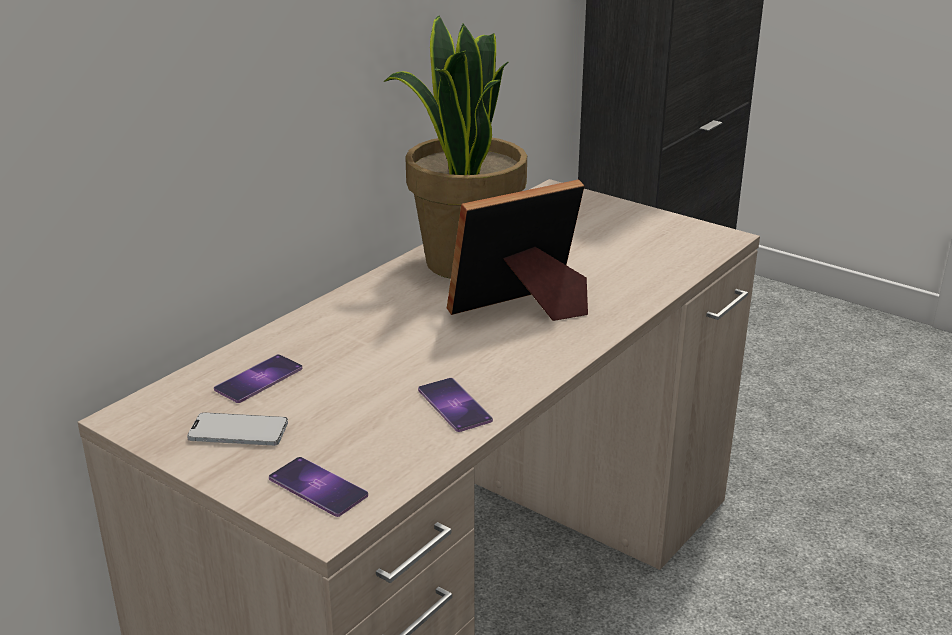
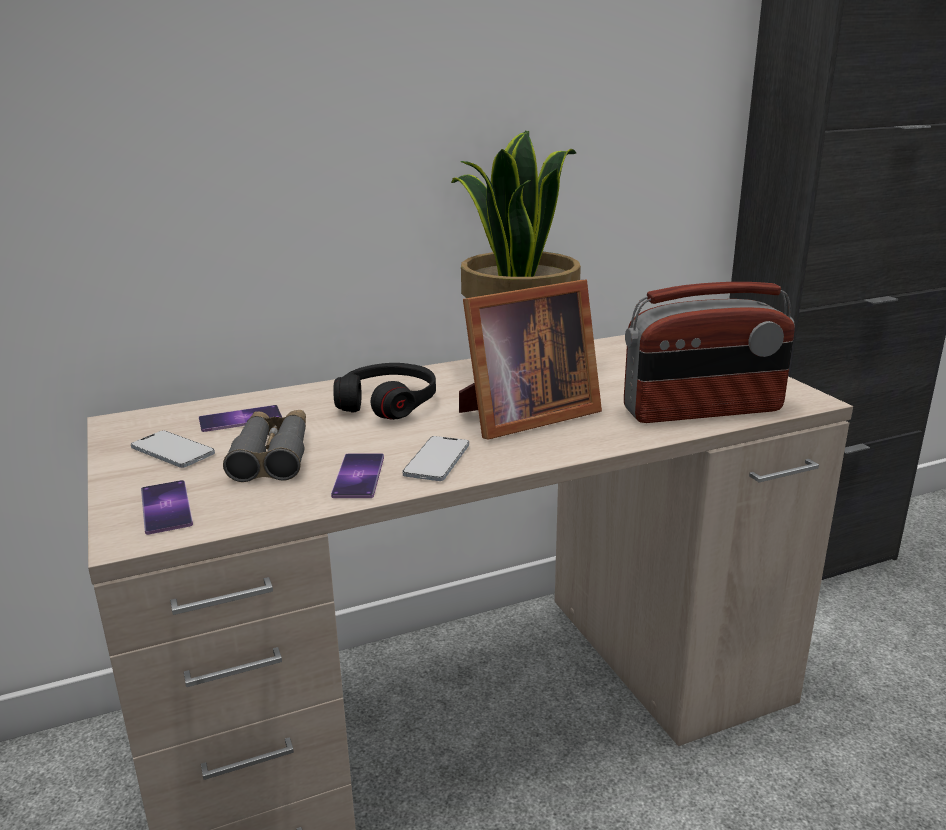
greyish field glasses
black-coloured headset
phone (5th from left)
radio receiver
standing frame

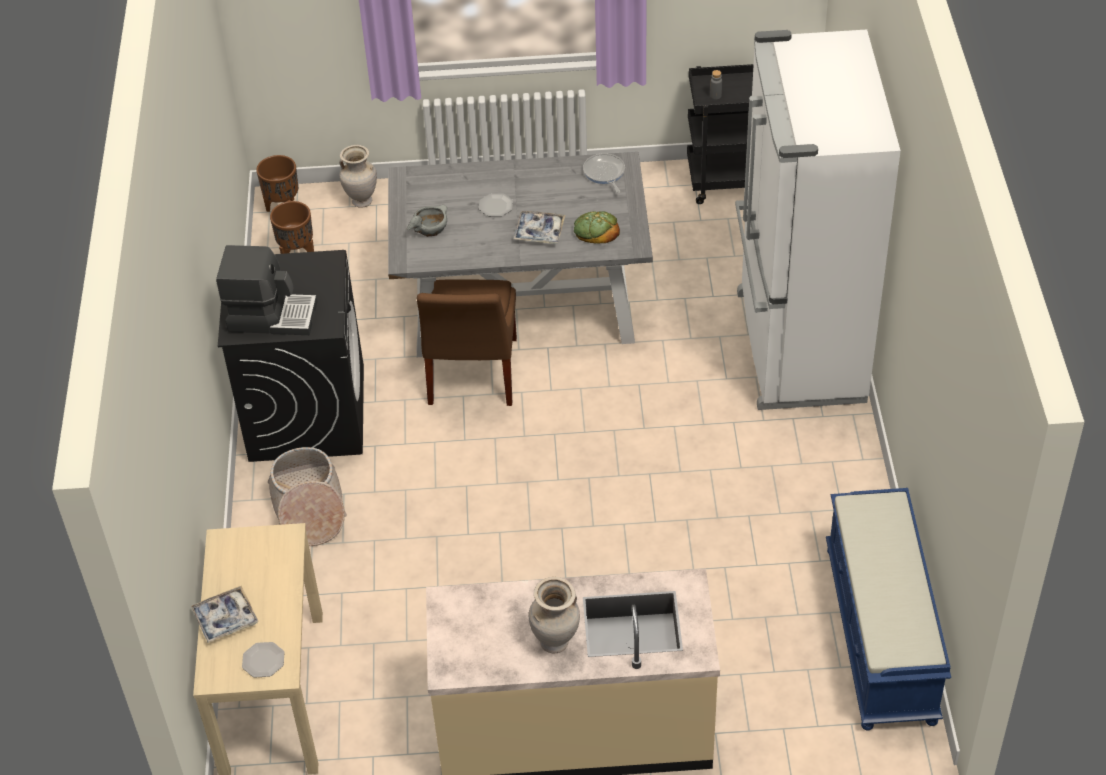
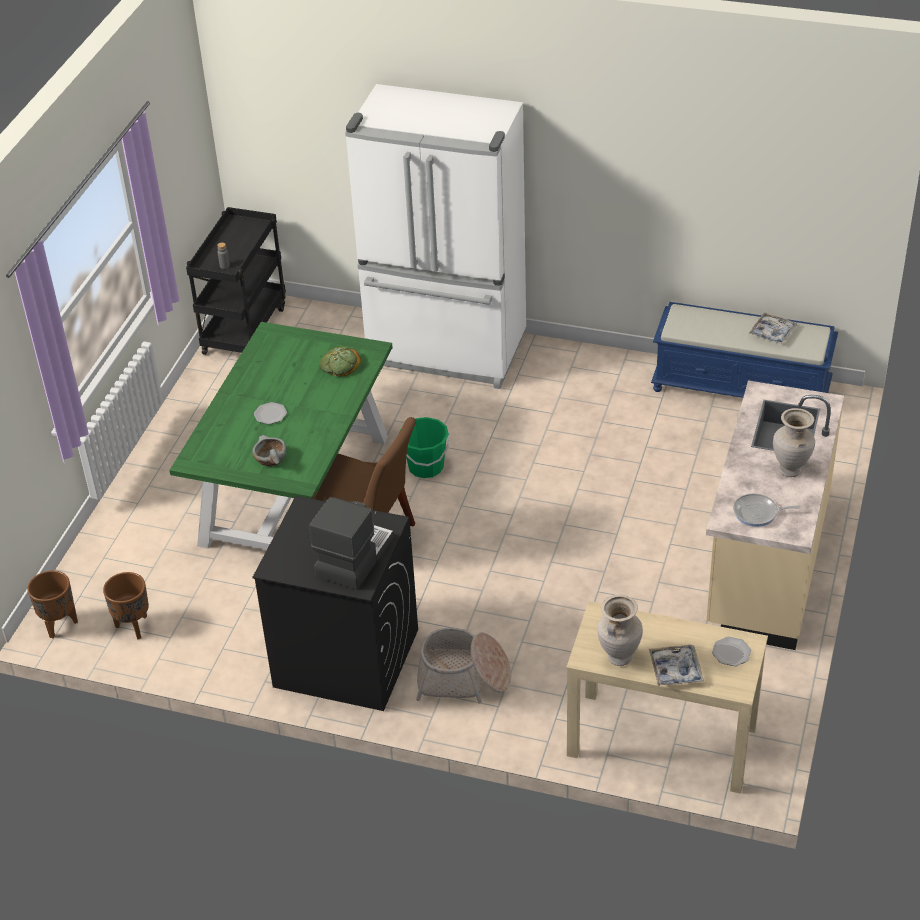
green-coloured pail
sand-coloured flower vase (1st from left)
tray (2nd from left)
frying pan
green-coloured dining table

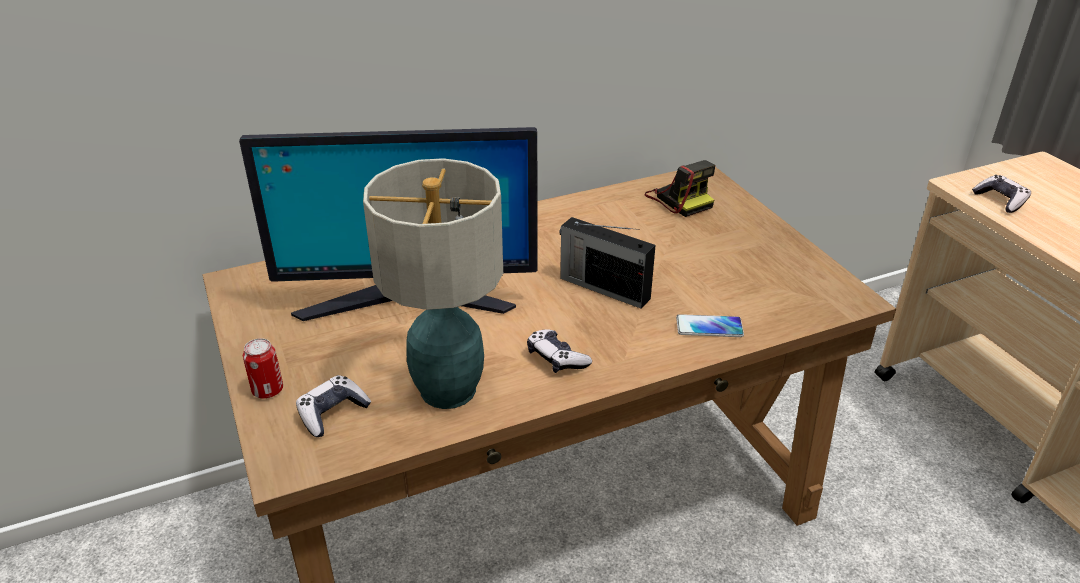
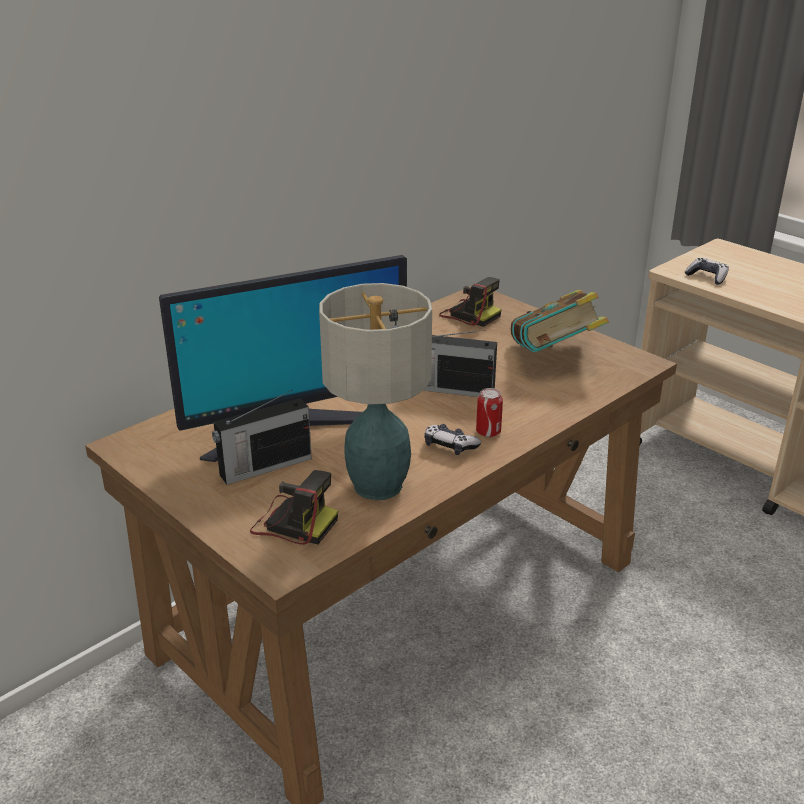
phone
radio receiver (1st from left)
bound book
can
photo camera (1st from left)

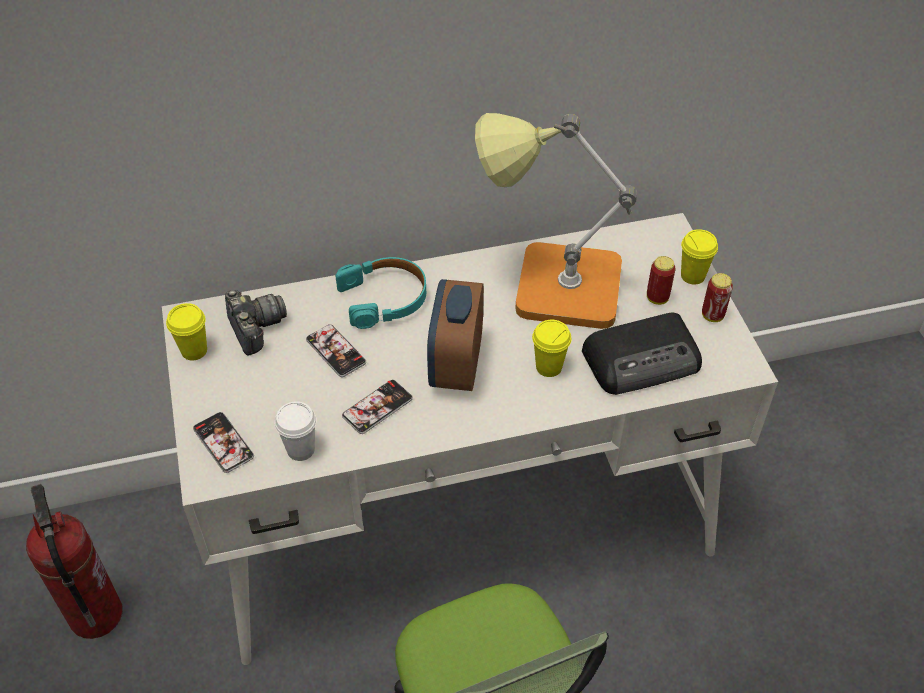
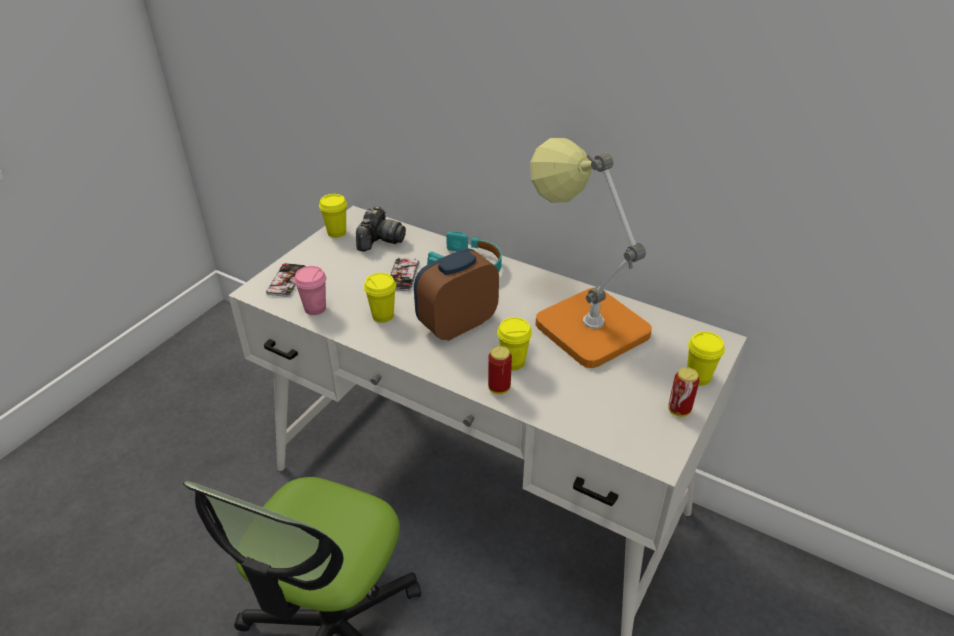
fire extinguisher
radio receiver
can (1st from left)
yellow-coloured drinking cup (2nd from left)
pink drinking cup

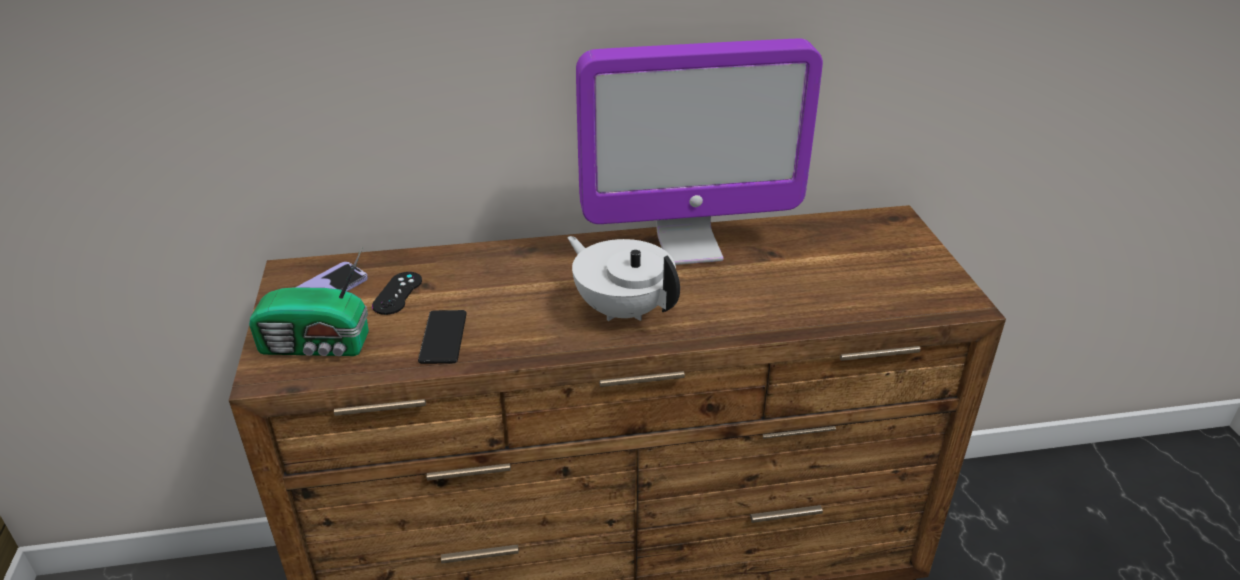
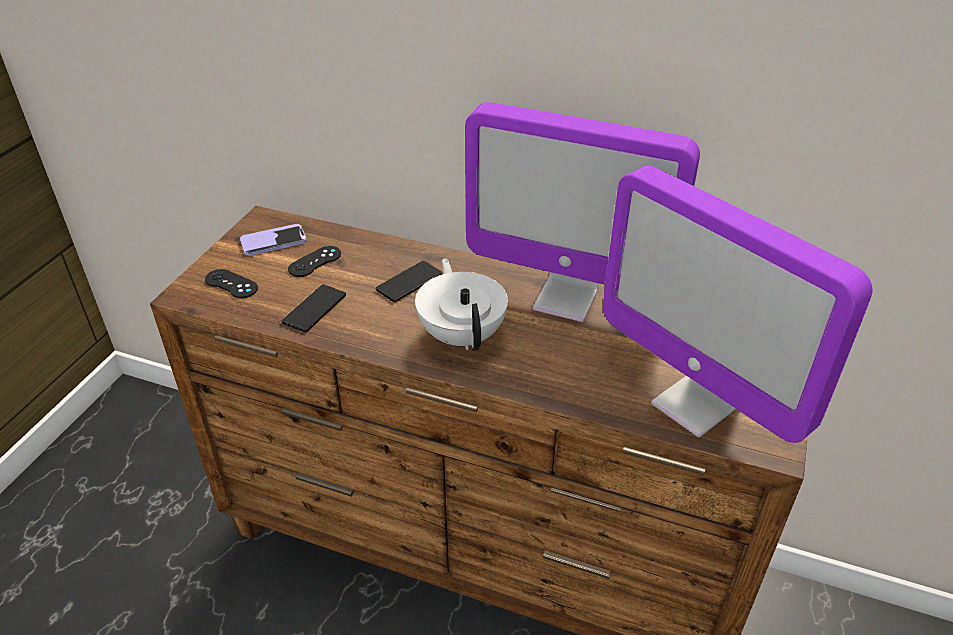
phone (3rd from left)
monitor (2nd from left)
black-coloured joypad (1st from left)

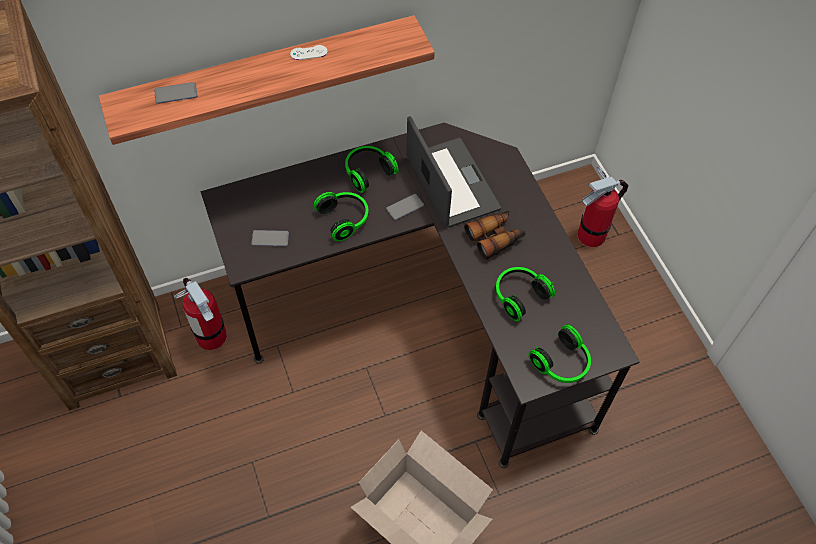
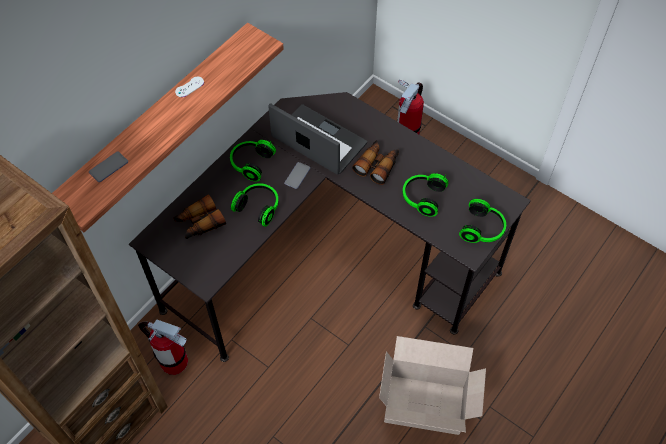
phone (2nd from left in the first image)
field glasses (1st from left)

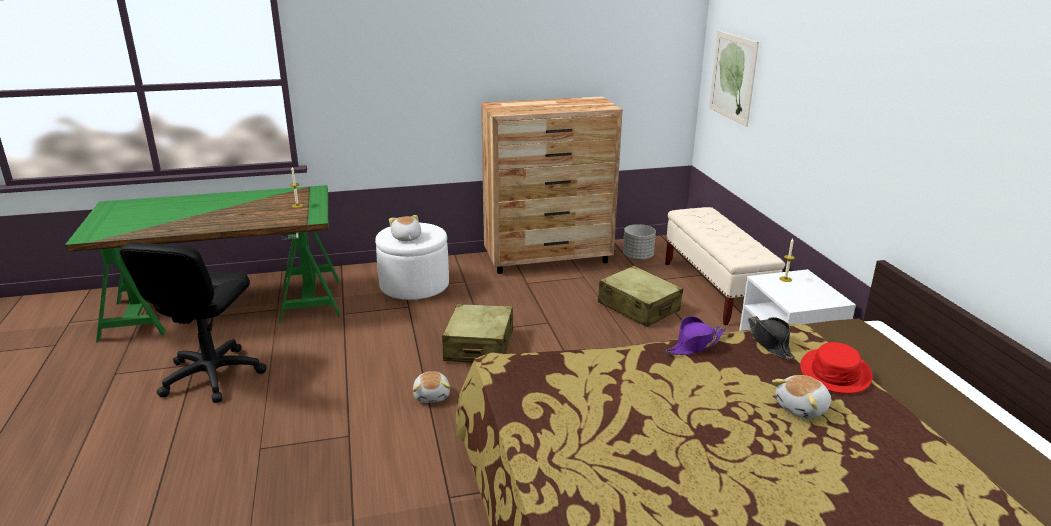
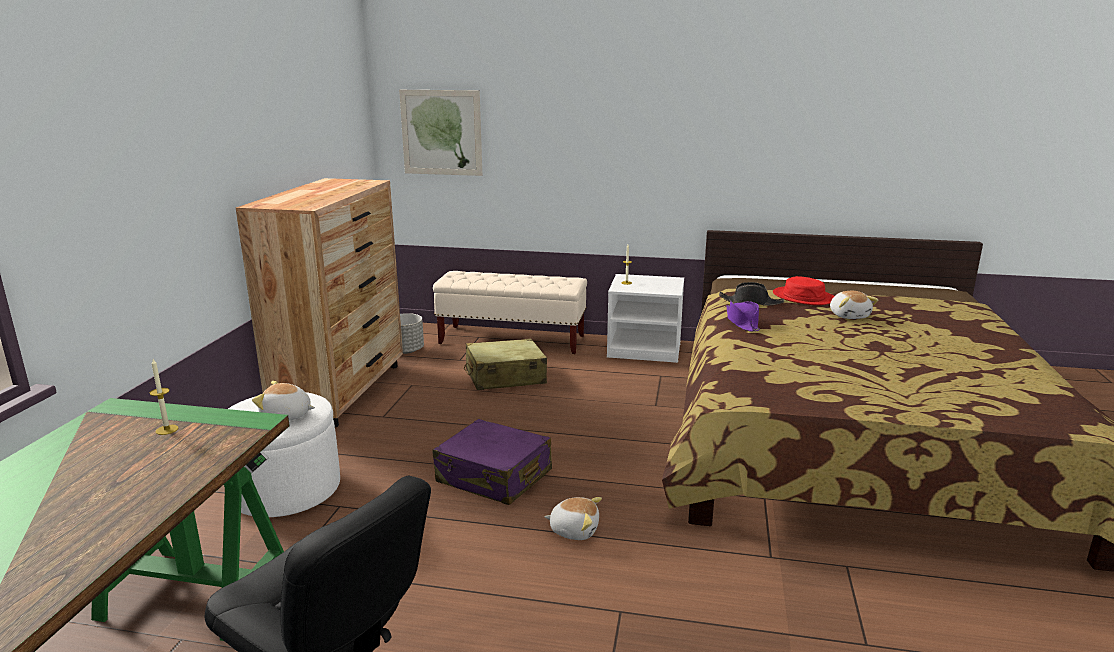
purple-coloured suitcase

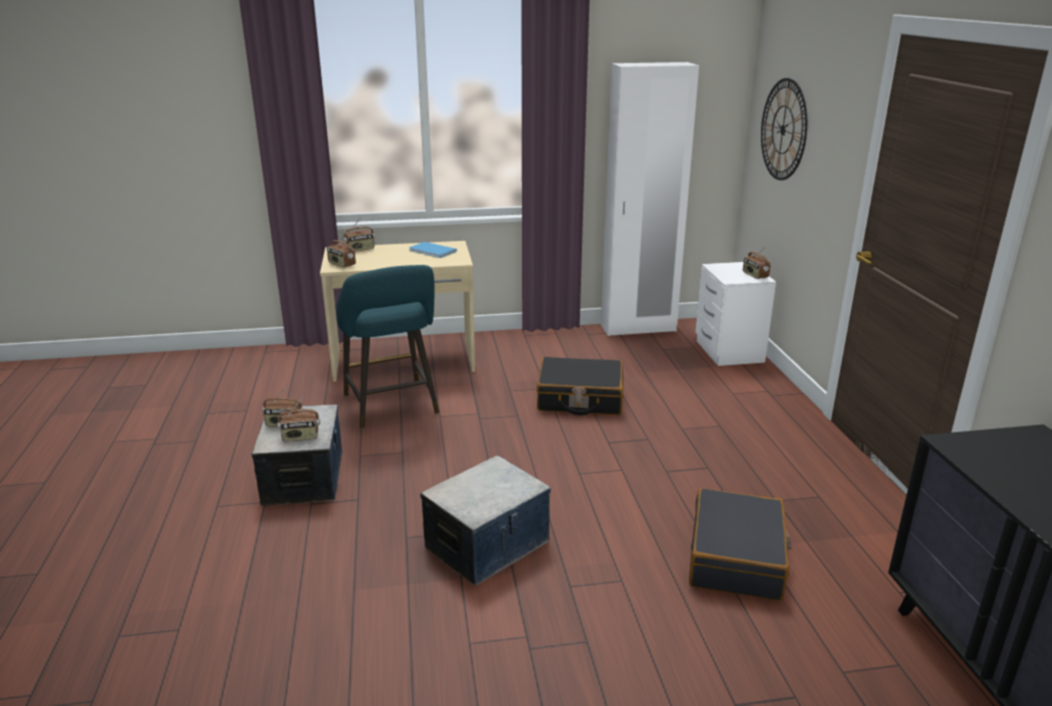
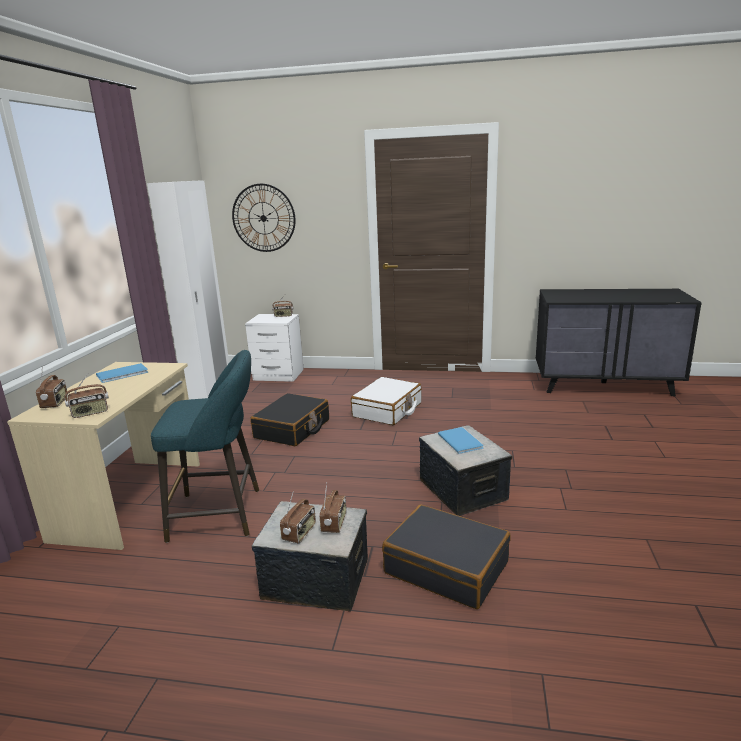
white-coloured suitcase
blue-coloured bound book (2nd from left)
black-coloured suitcase (2nd from left)

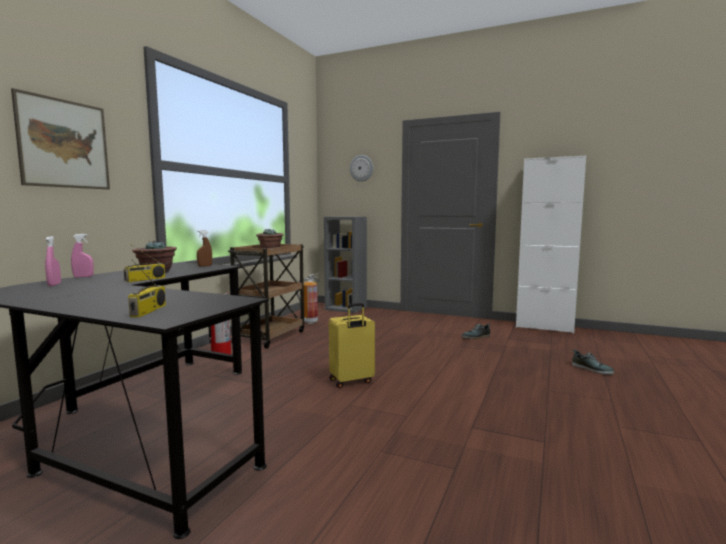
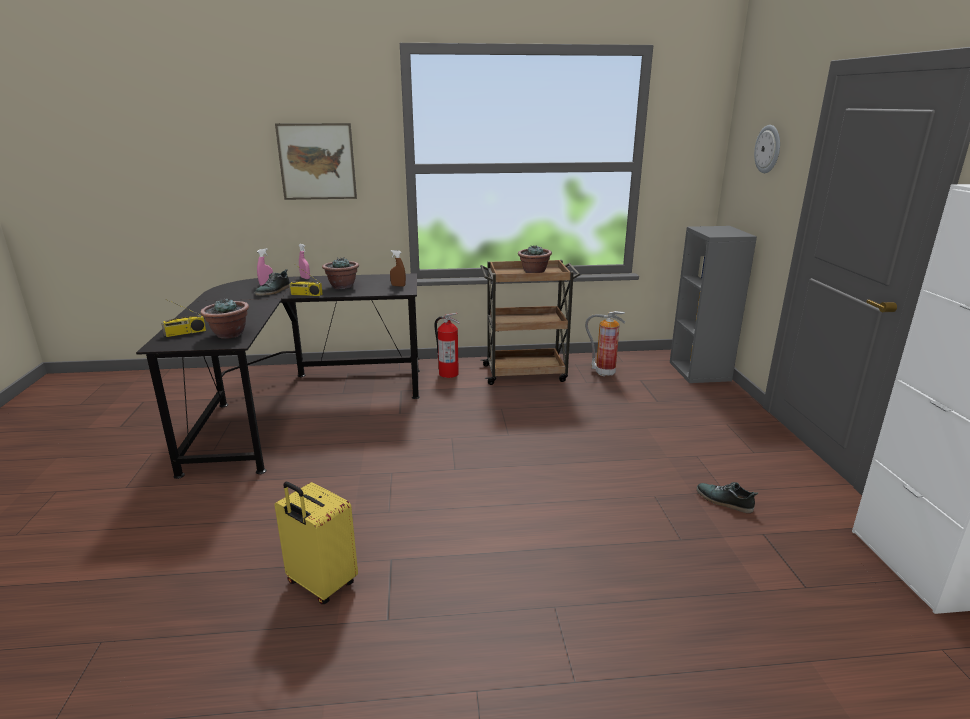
potted plant (1st from left)
yellow-coloured suitcase
low shoe (1st from left)

